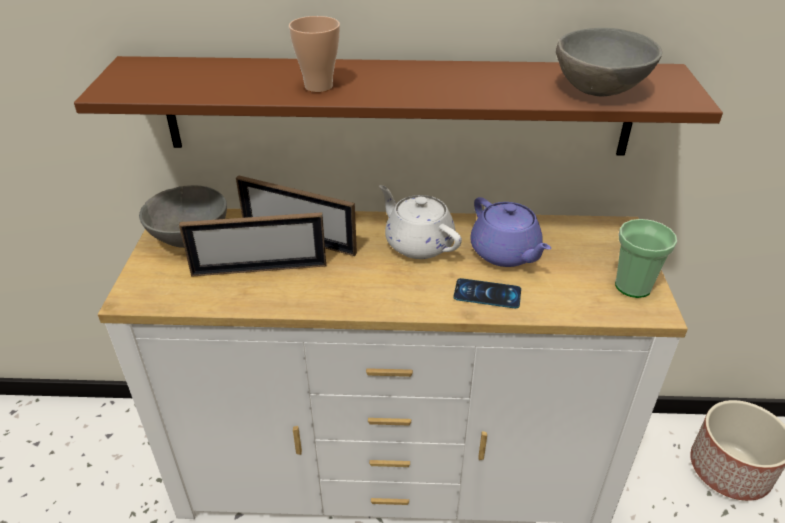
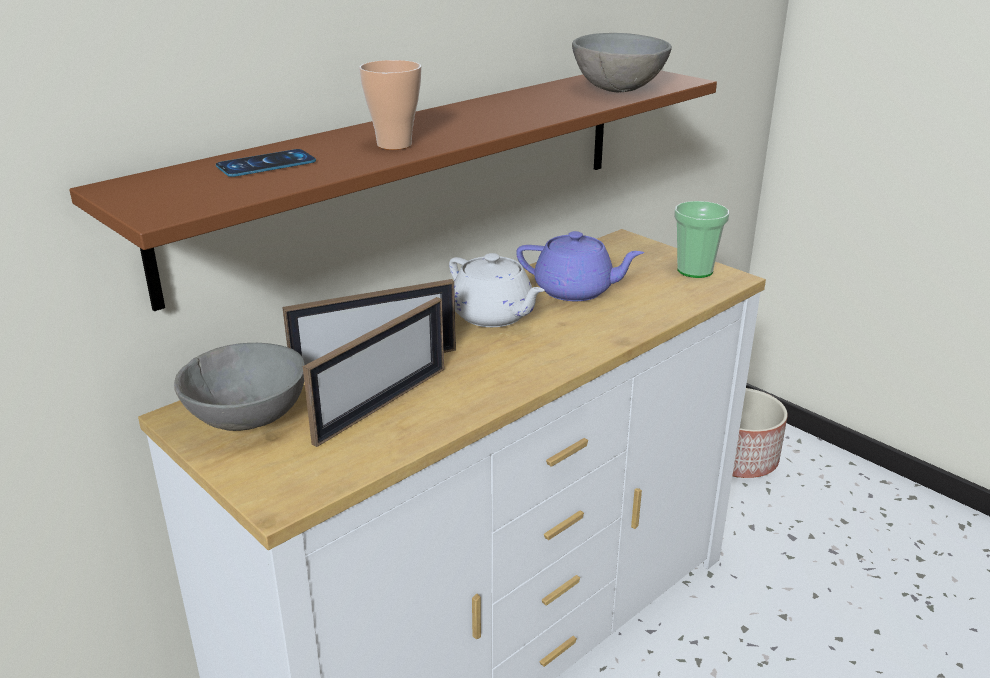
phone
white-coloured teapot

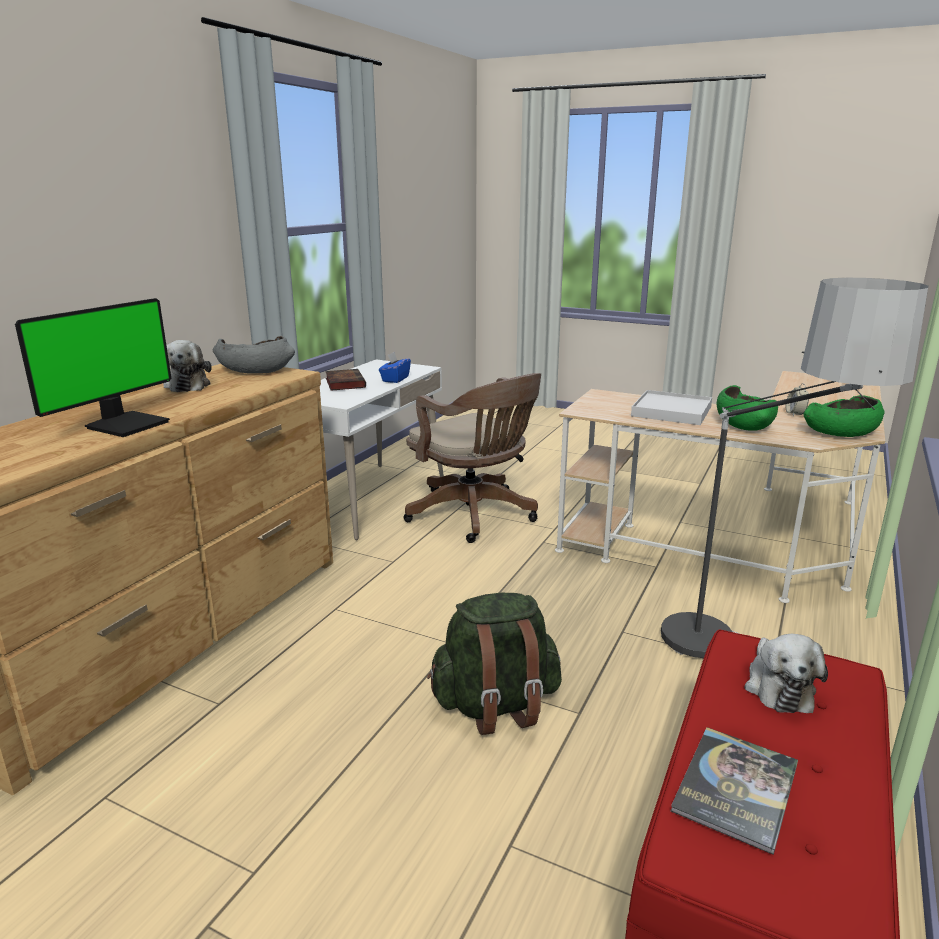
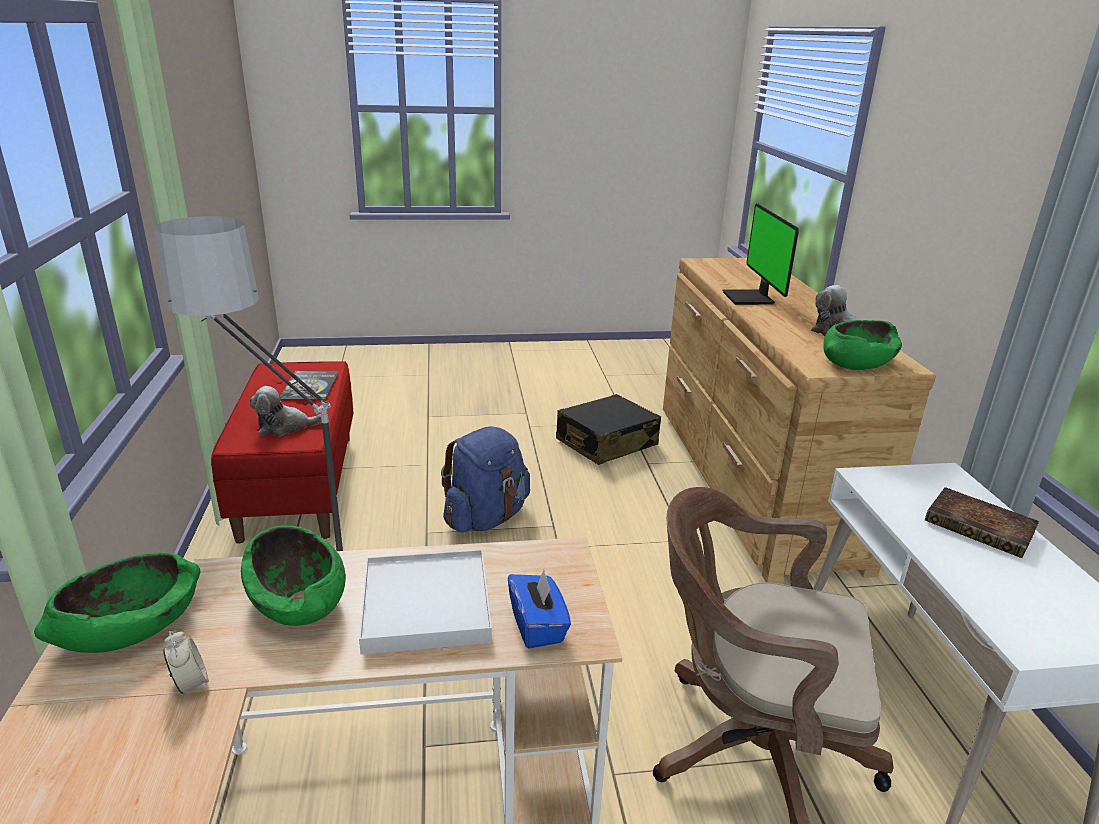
black-coloured suitcase
blue-coloured box of tissues
green-coloured serving bowl (3rd from left)
blue-coloured knapsack
soft toy (1st from left)

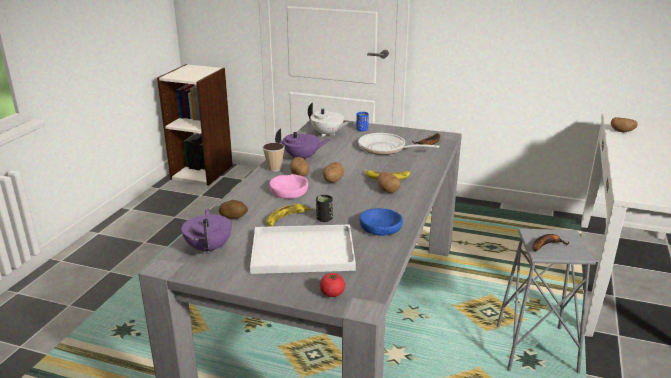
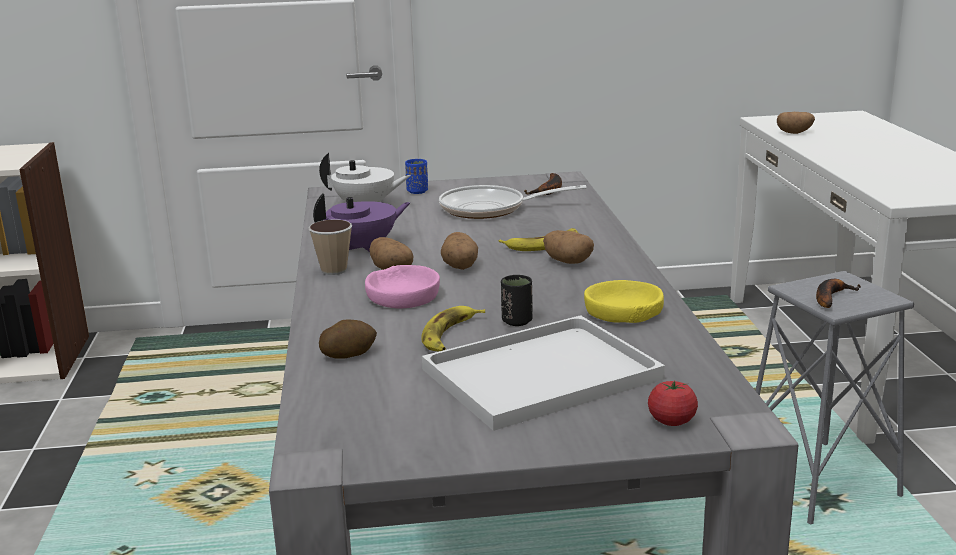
purple-coloured teapot (1st from left in the first image)
yellow-coloured serving bowl

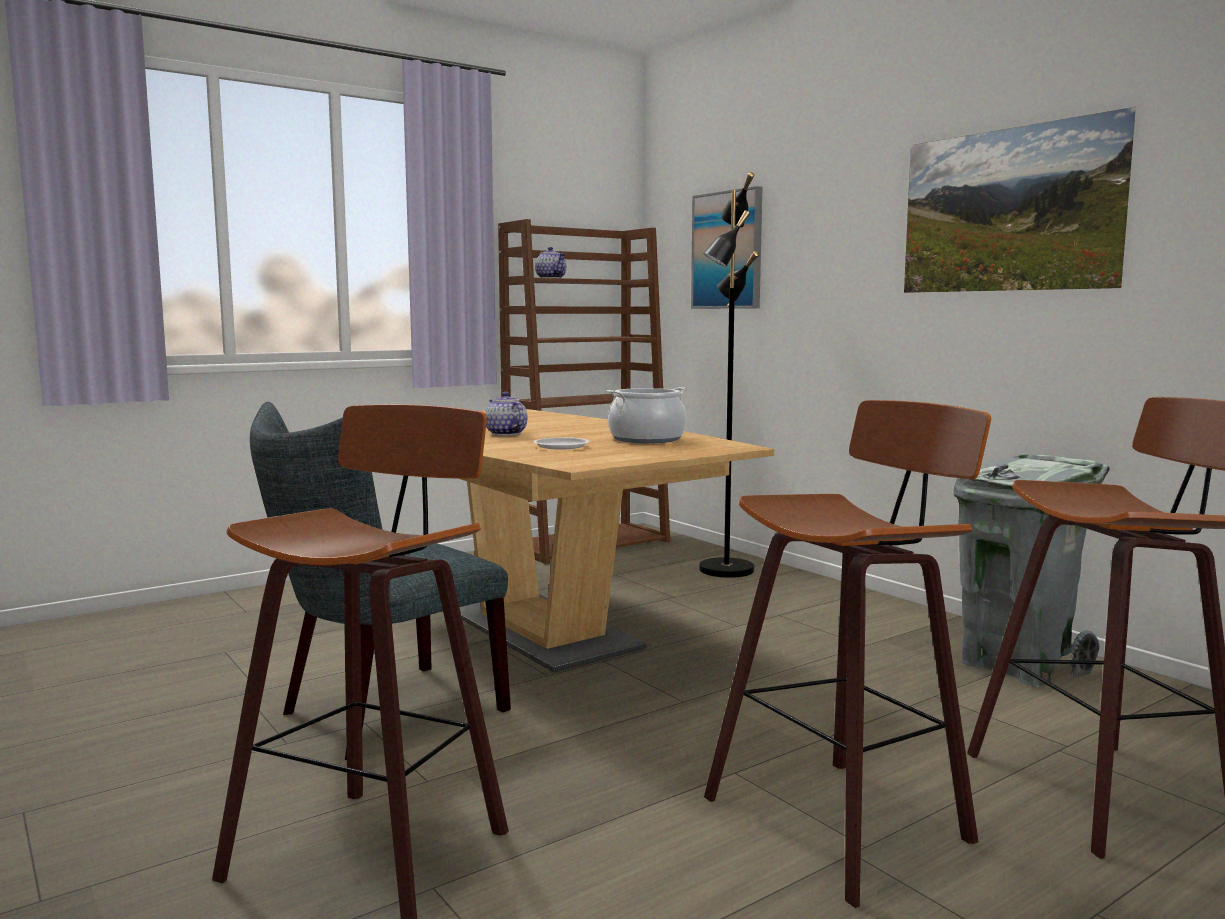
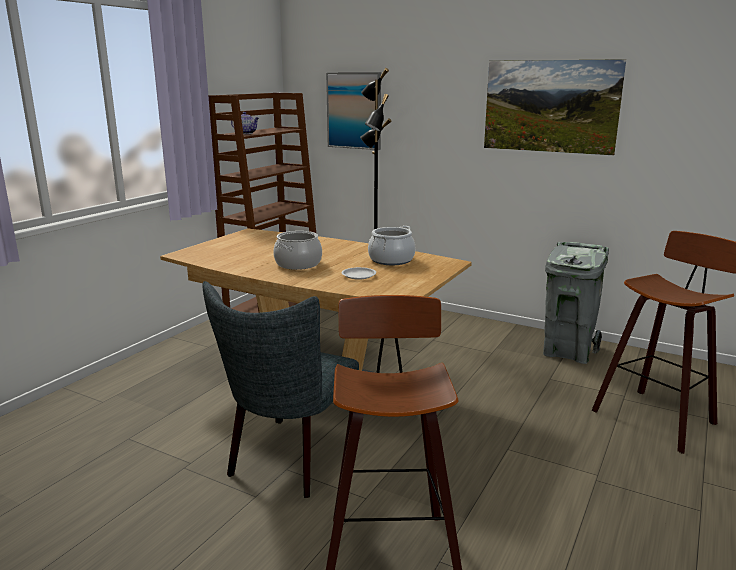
stool seat (2nd from left in the first image)
saucepot (1st from left)

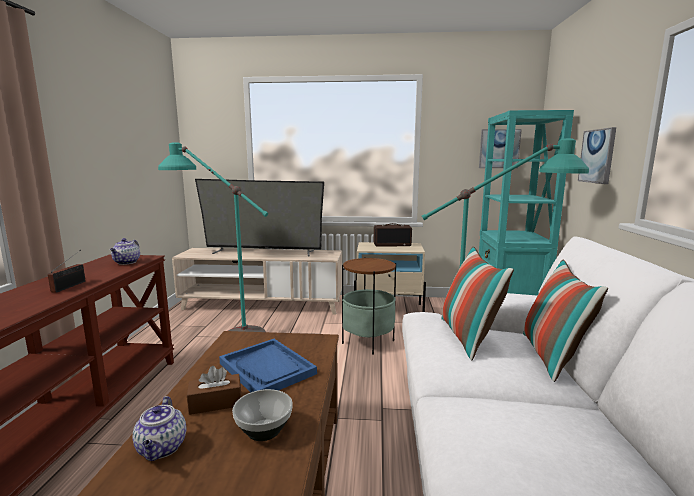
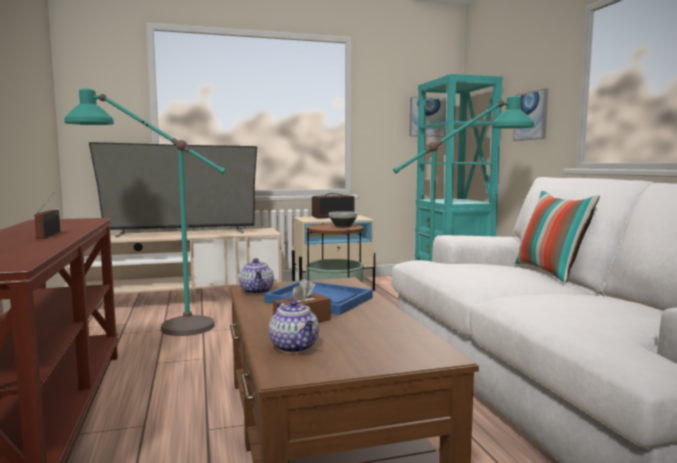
throw pillow (1st from left in the first image)
teapot (1st from left)
serving bowl

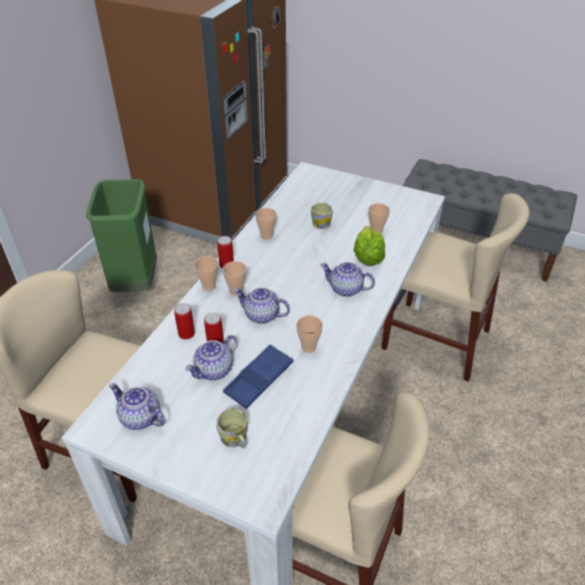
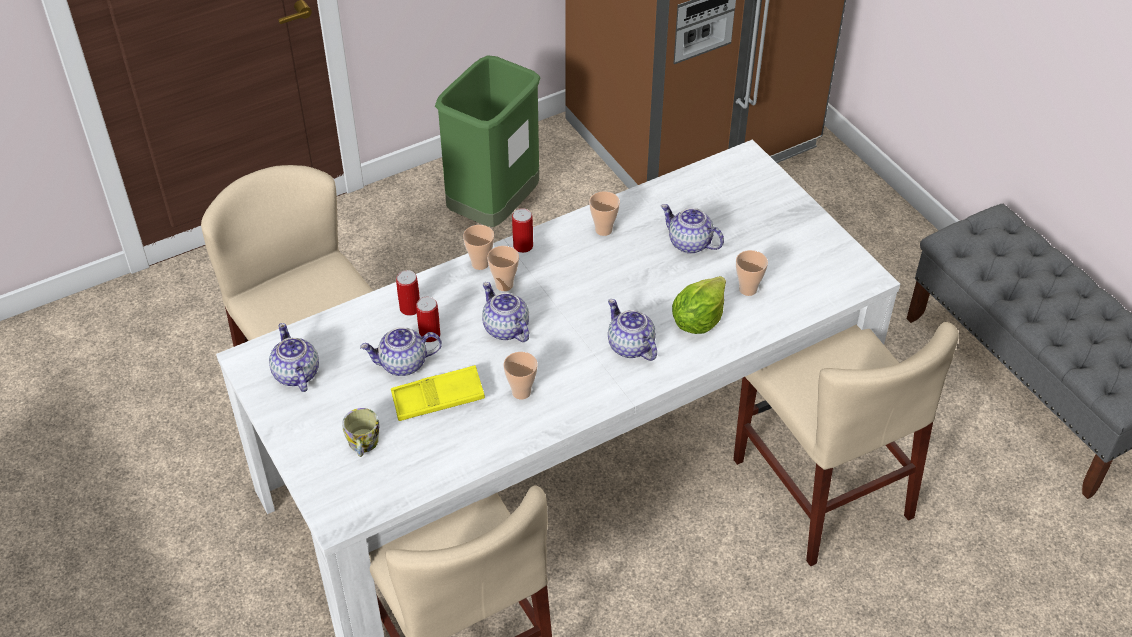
teapot (5th from left)
yellow-coloured tray

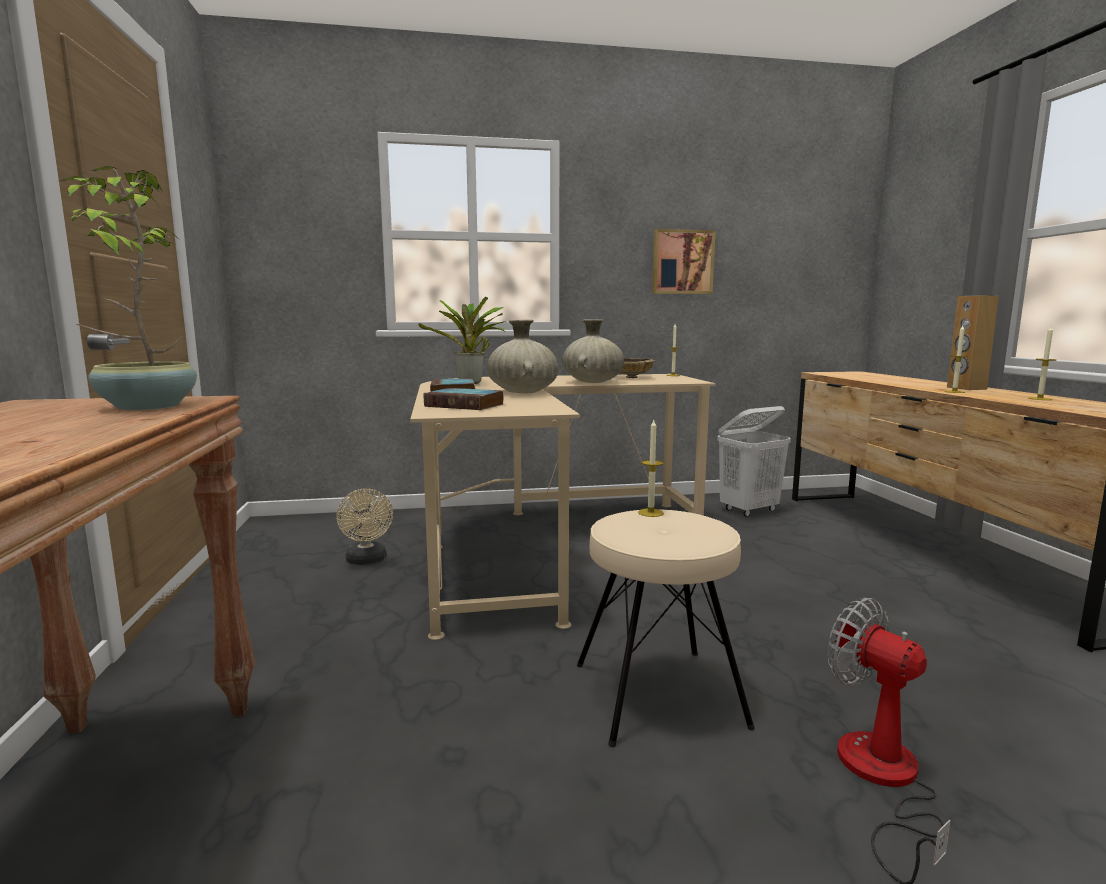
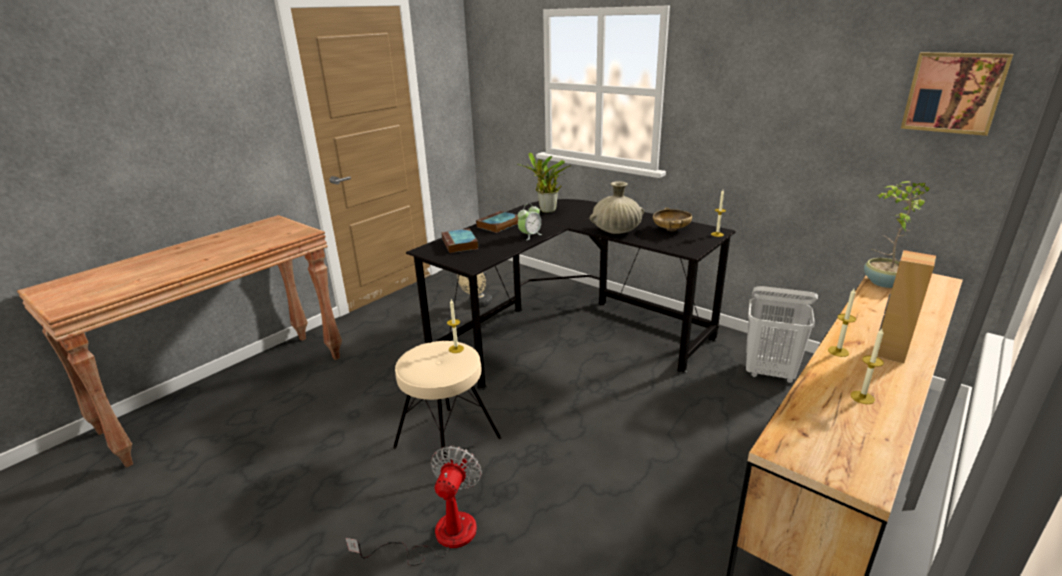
potted plant (2nd from left)
picture
table clock
black-coloured desk

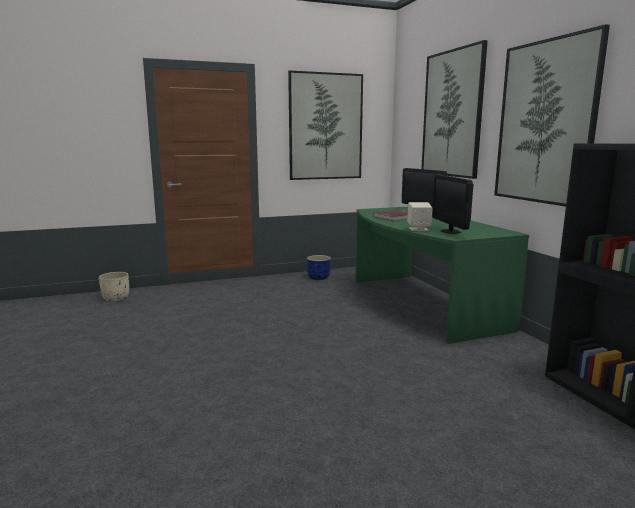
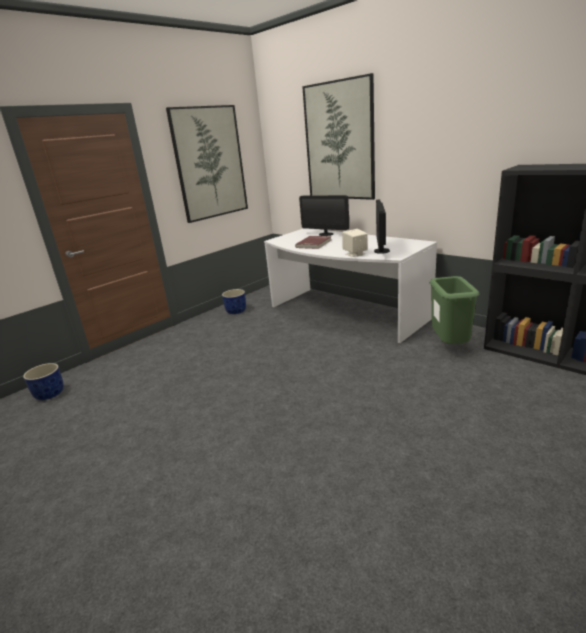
picture (3rd from left in the first image)
green-coloured rubbish bin
blue-coloured plant pot (1st from left)
white-coloured desk
monitor (2nd from left)

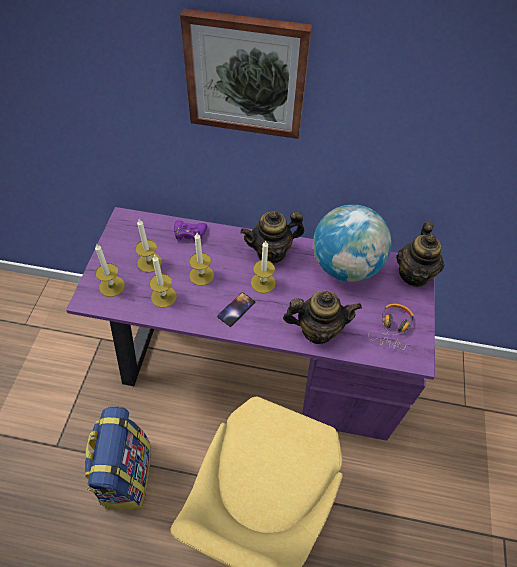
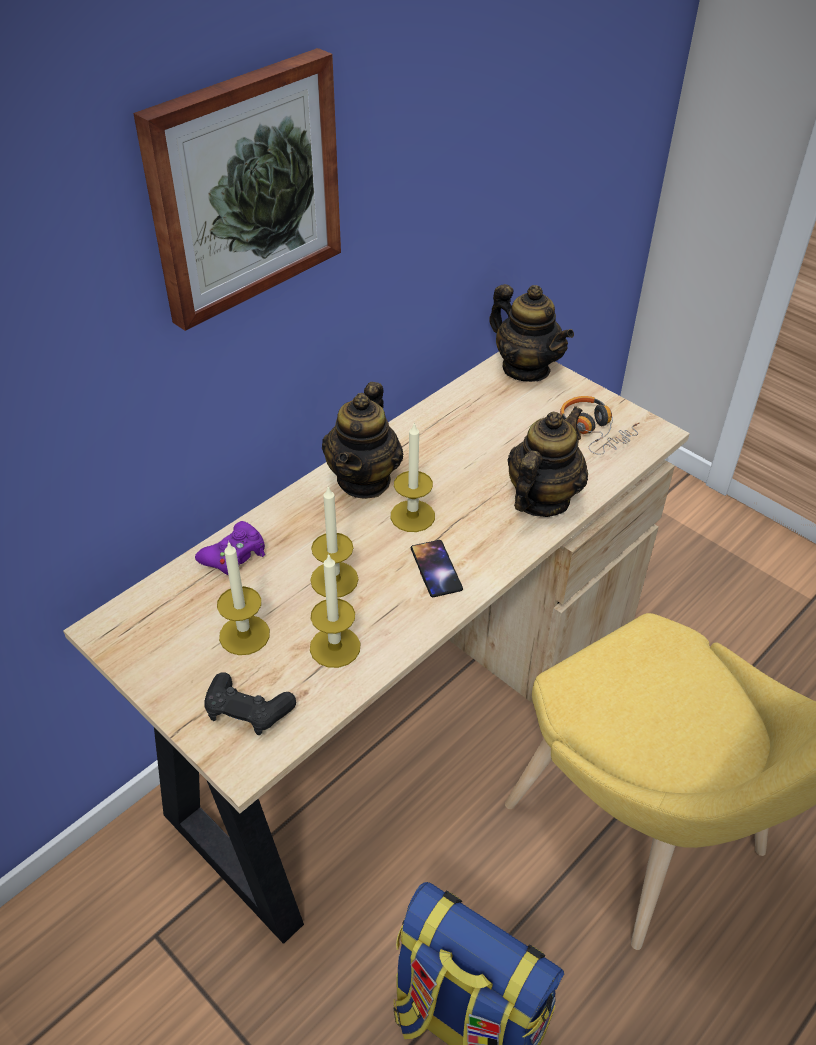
desk globe
black-coloured joypad
sand-coloured desk

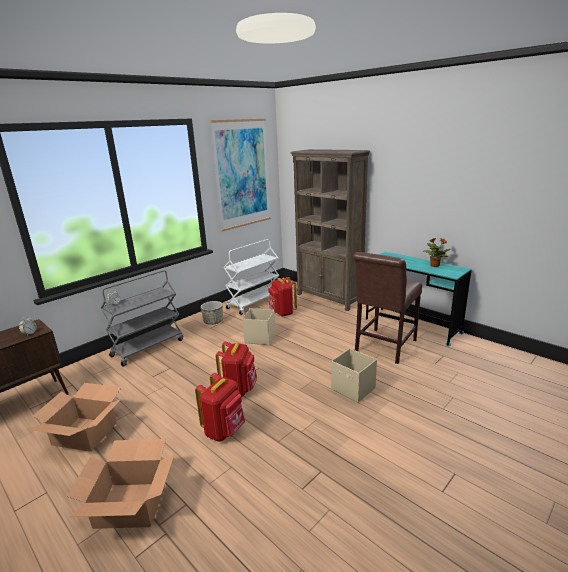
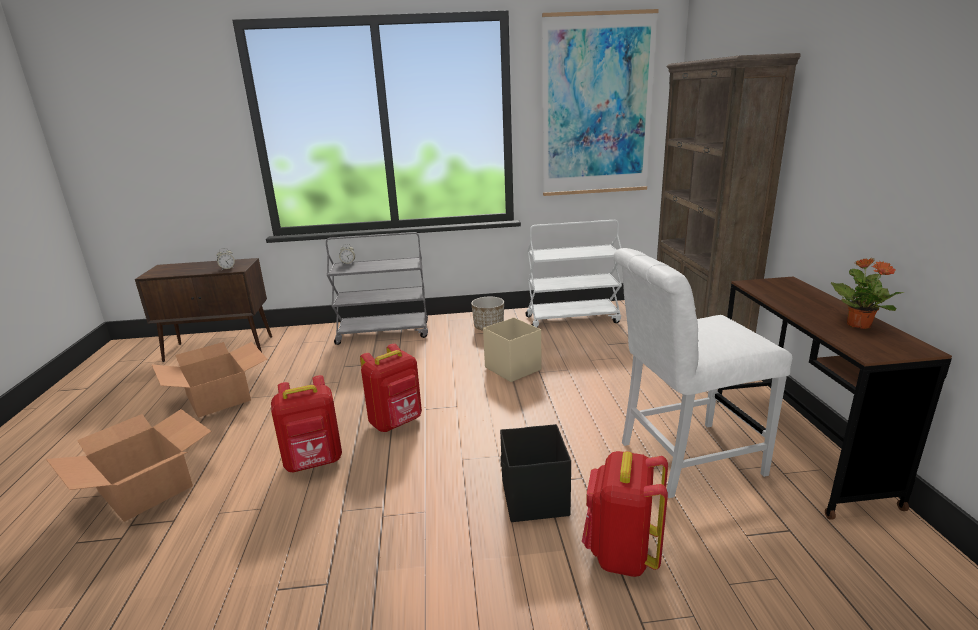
red knapsack (3rd from left)
black-coloured storage container
white-coloured upright chair
brownish desk

